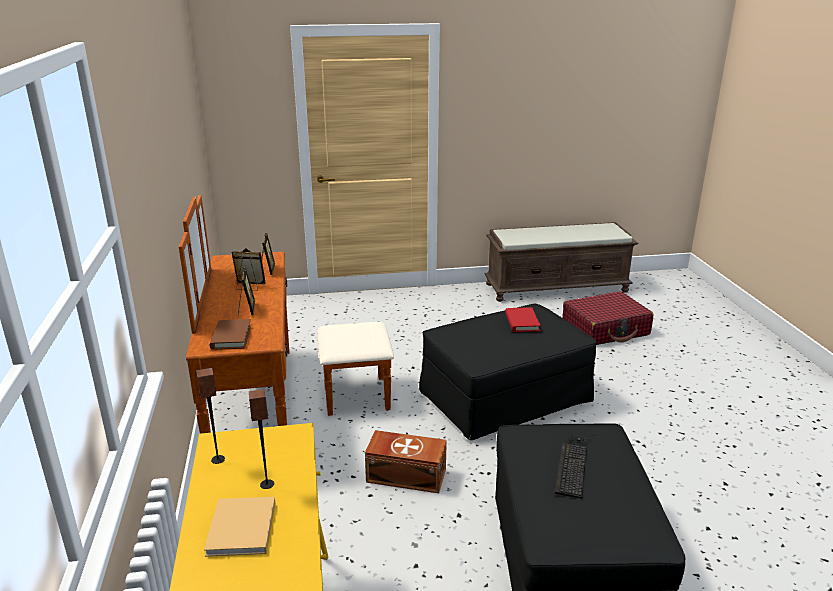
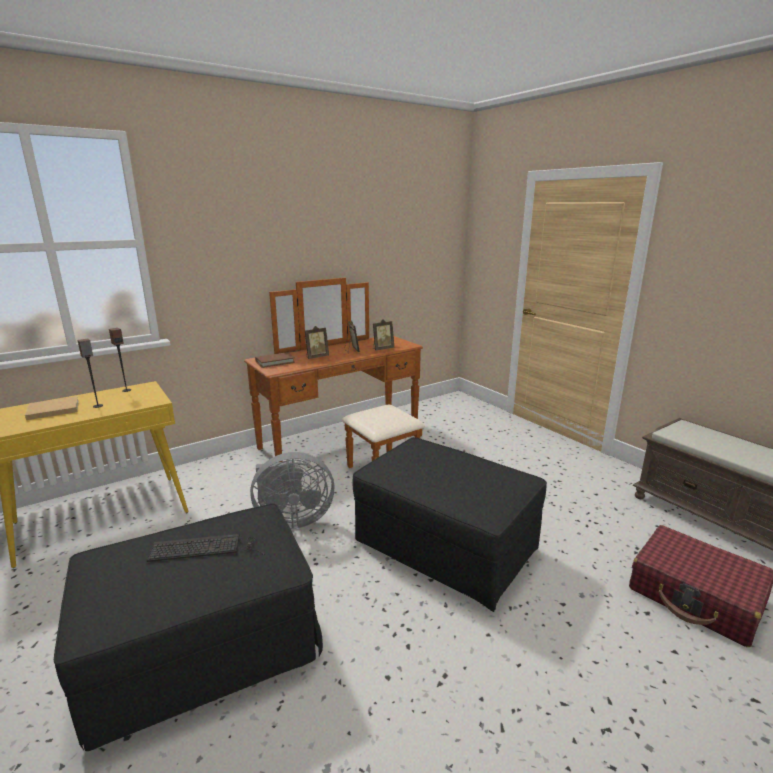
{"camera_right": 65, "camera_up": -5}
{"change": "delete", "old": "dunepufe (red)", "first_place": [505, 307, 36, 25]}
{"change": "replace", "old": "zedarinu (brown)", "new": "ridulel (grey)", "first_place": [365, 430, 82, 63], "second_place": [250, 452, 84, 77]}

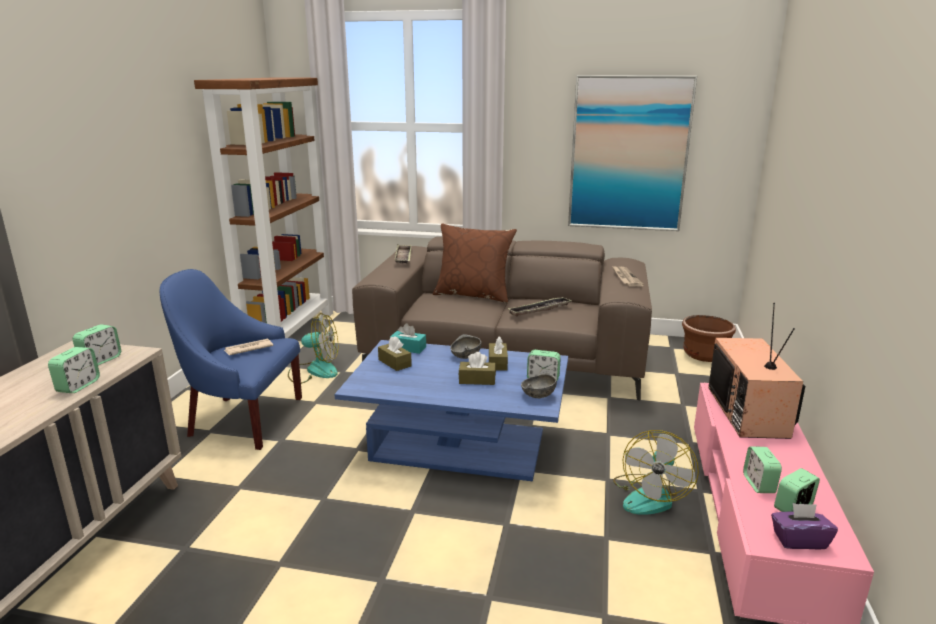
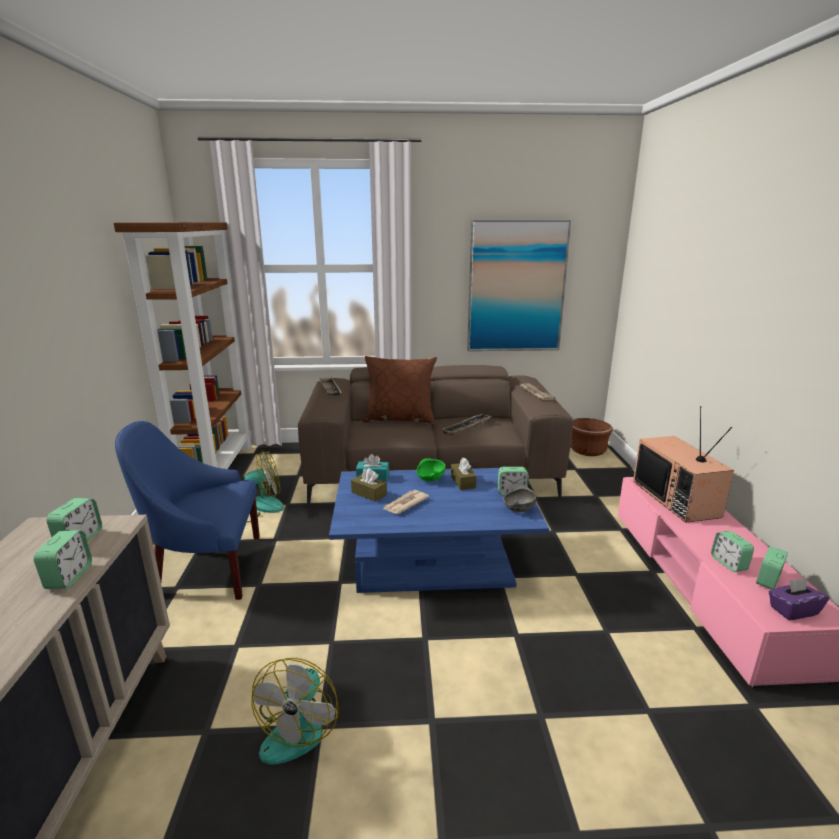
{"camera_right": -15, "camera_up": 0}
{"change": "recolor", "old": "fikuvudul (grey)", "new": "fikuvudul (green)", "first_place": [450, 334, 32, 25], "second_place": [416, 458, 29, 24]}
{"change": "move", "old": "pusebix", "first_place": [224, 339, 49, 16], "second_place": [383, 490, 47, 24]}
{"change": "delete", "old": "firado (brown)", "first_place": [459, 352, 37, 33]}
{"change": "move", "old": "ridulel", "first_place": [613, 430, 86, 85], "second_place": [252, 658, 87, 107]}

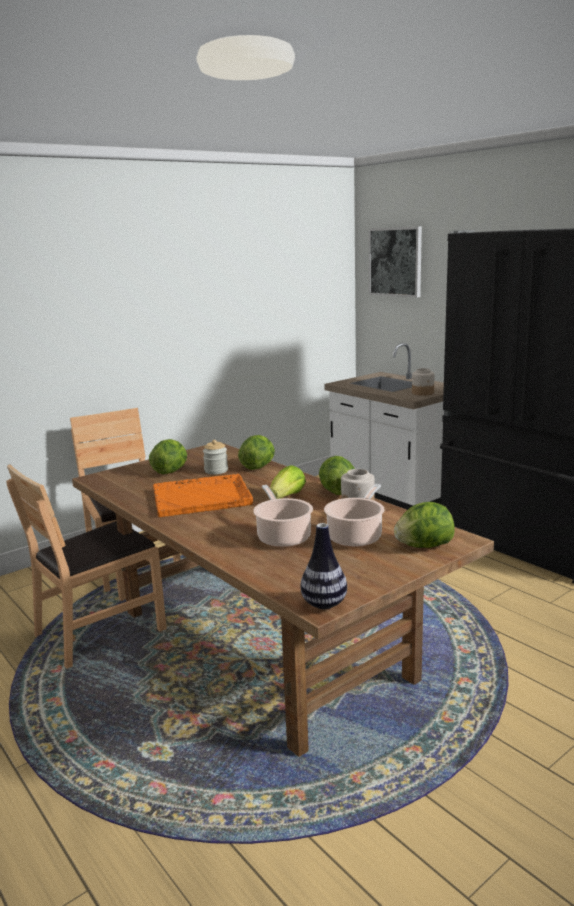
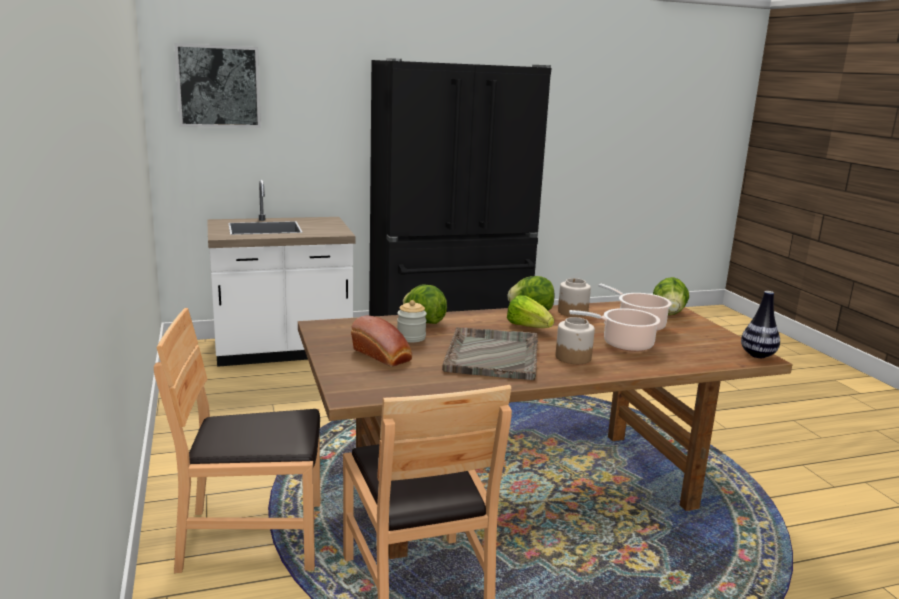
{"camera_right": -70, "camera_up": 0}
{"change": "move", "old": "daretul", "first_place": [412, 368, 23, 28], "second_place": [556, 317, 39, 47]}
{"change": "replace", "old": "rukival", "new": "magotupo", "first_place": [149, 439, 38, 35], "second_place": [351, 315, 61, 52]}
{"change": "recolor", "old": "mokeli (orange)", "new": "mokeli (grey)", "first_place": [153, 474, 100, 43], "second_place": [442, 327, 96, 53]}

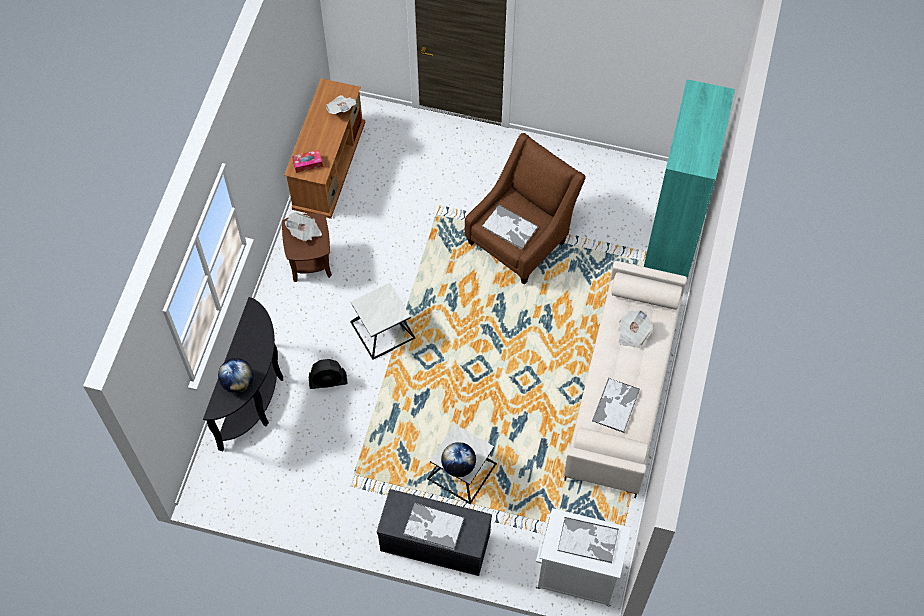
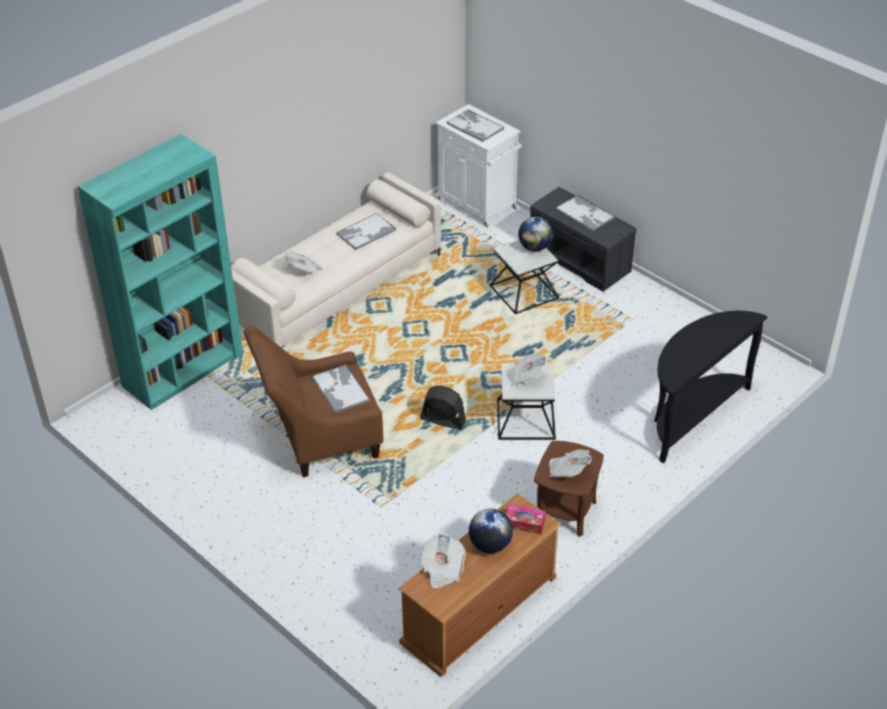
{"camera_right": -150, "camera_up": -20}
{"change": "move", "old": "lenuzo", "first_place": [218, 358, 35, 35], "second_place": [469, 509, 44, 44]}
{"change": "move", "old": "ridulel (black)", "first_place": [309, 359, 39, 30], "second_place": [420, 385, 46, 45]}
{"change": "insert", "new": "pusebix", "second_place": [505, 352, 42, 33]}

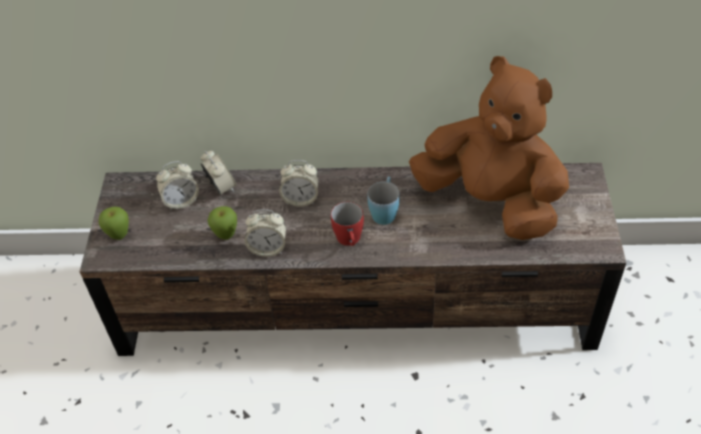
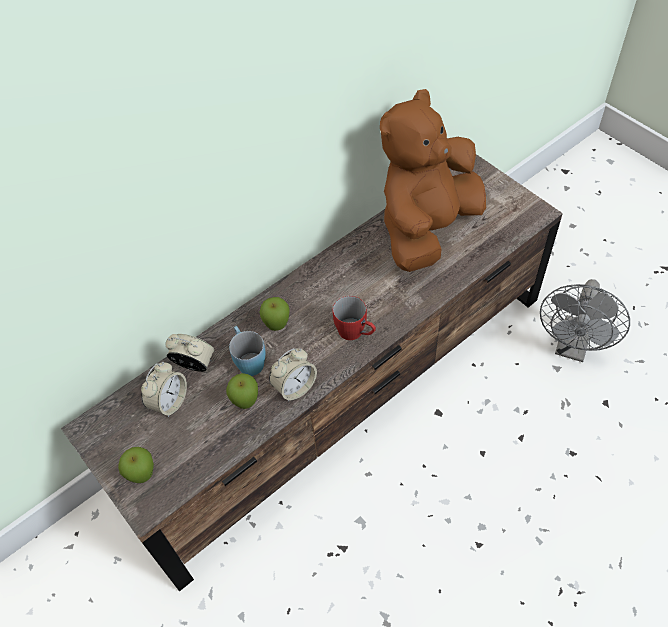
{"camera_right": -40, "camera_up": 5}
{"change": "rotate", "old": "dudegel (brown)", "first_place": [409, 56, 160, 184], "second_place": [380, 89, 106, 183], "degrees": -45}
{"change": "replace", "old": "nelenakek", "new": "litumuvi", "first_place": [279, 160, 40, 47], "second_place": [259, 297, 31, 34]}
{"change": "move", "old": "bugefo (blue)", "first_place": [367, 177, 33, 48], "second_place": [229, 326, 37, 50]}
{"change": "insert", "new": "ridulel (grey)", "second_place": [540, 279, 90, 83]}

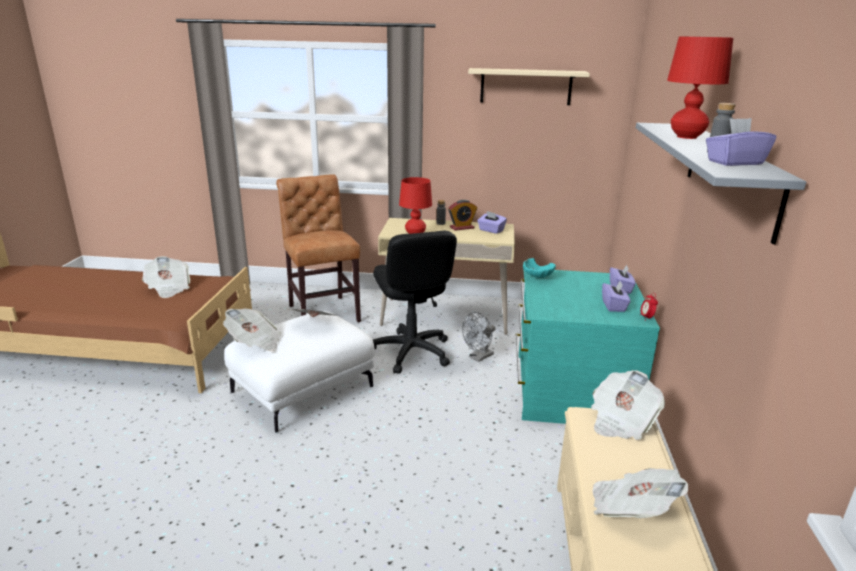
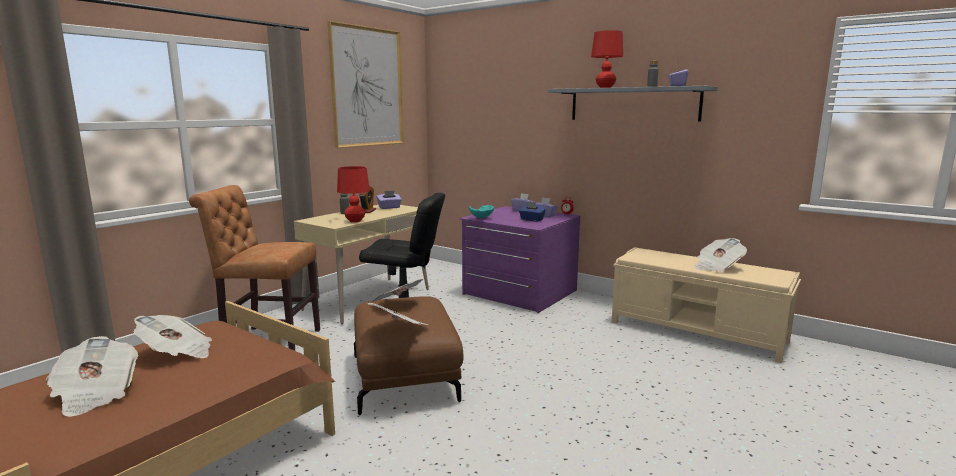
{"camera_right": -60, "camera_up": -10}
{"change": "replace", "old": "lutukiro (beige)", "new": "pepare", "first_place": [468, 68, 122, 37], "second_place": [328, 21, 76, 127]}
{"change": "recolor", "old": "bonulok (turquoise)", "new": "bonulok (purple)", "first_place": [516, 269, 144, 155], "second_place": [460, 206, 120, 107]}
{"change": "recolor", "old": "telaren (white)", "new": "telaren (brown)", "first_place": [224, 311, 151, 122], "second_place": [354, 296, 110, 119]}
{"change": "delete", "old": "ridulel (grey)", "first_place": [462, 312, 34, 50]}
{"change": "move", "old": "pusebix", "first_place": [591, 370, 74, 70], "second_place": [46, 336, 92, 81]}
{"change": "insert", "new": "firado (blue)", "second_place": [519, 202, 27, 20]}

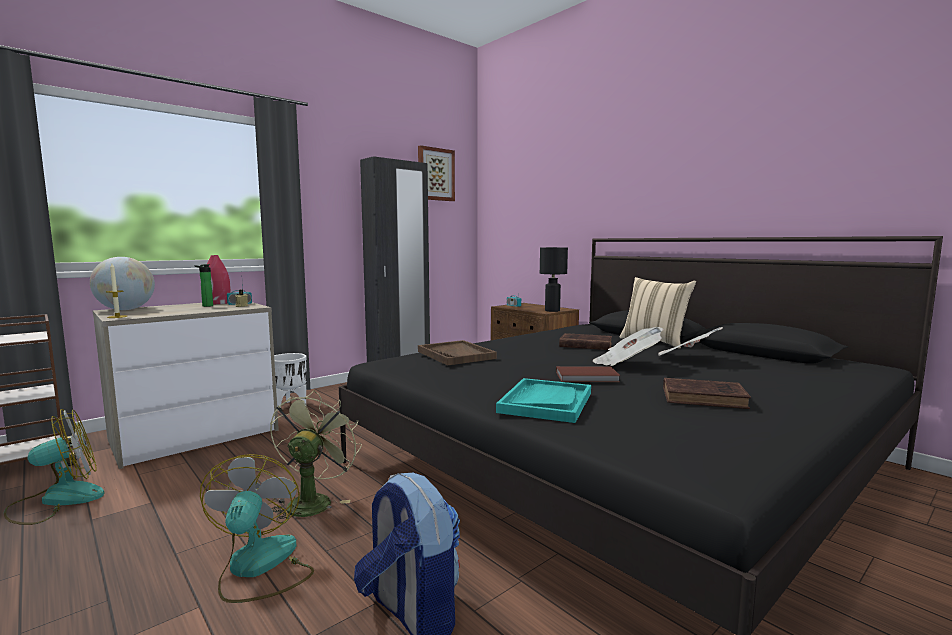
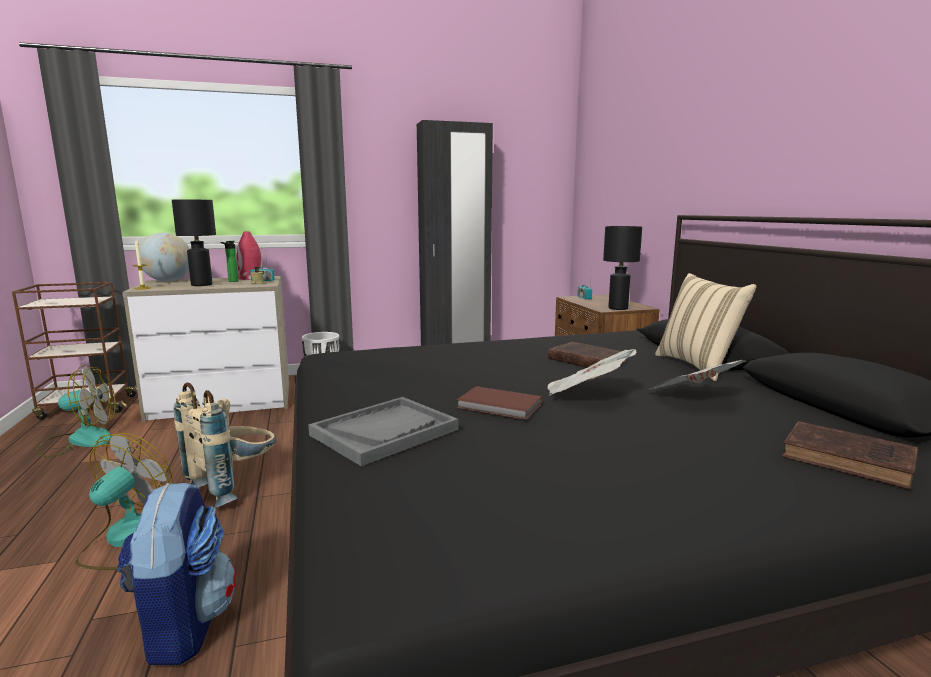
{"camera_right": 25, "camera_up": 5}
{"change": "delete", "old": "pepare", "first_place": [418, 145, 37, 56]}
{"change": "delete", "old": "mokeli (brown)", "first_place": [418, 340, 79, 26]}
{"change": "recolor", "old": "mokeli (turquoise)", "new": "mokeli (grey)", "first_place": [496, 378, 95, 45], "second_place": [308, 397, 150, 69]}
{"change": "move", "old": "dunepufe (brown)", "first_place": [663, 378, 88, 31], "second_place": [782, 421, 136, 69]}
{"change": "replace", "old": "ridulel (green)", "new": "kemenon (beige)", "first_place": [270, 390, 92, 133], "second_place": [174, 383, 102, 125]}
{"change": "insert", "new": "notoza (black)", "second_place": [172, 200, 44, 86]}

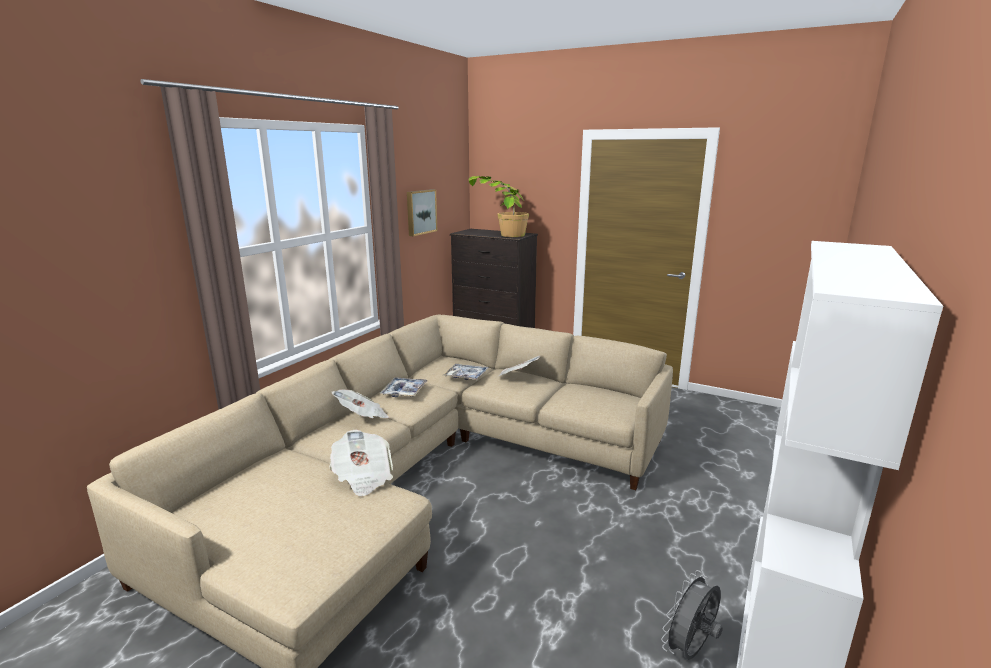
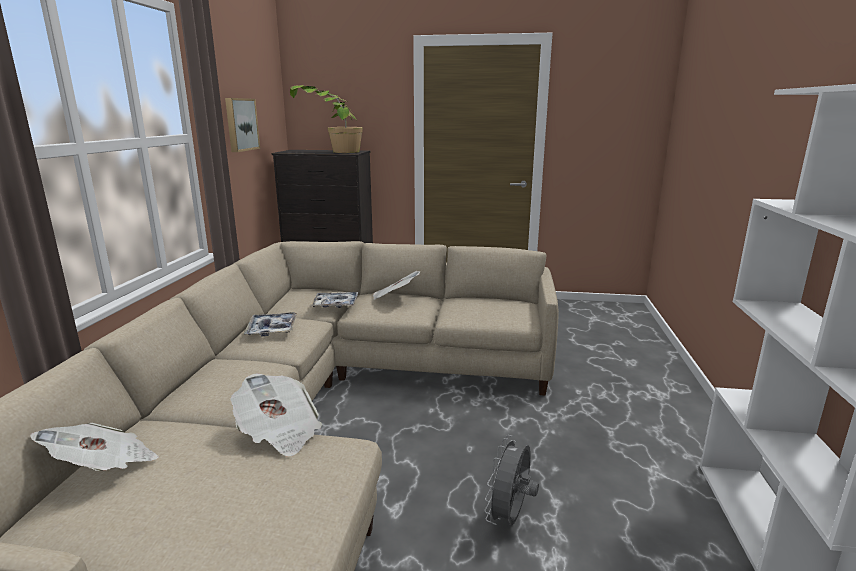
{"camera_right": -20, "camera_up": 0}
{"change": "move", "old": "pusebix", "first_place": [331, 389, 59, 29], "second_place": [30, 423, 129, 48]}
{"change": "move", "old": "ridulel (grey)", "first_place": [661, 570, 62, 90], "second_place": [485, 435, 54, 91]}

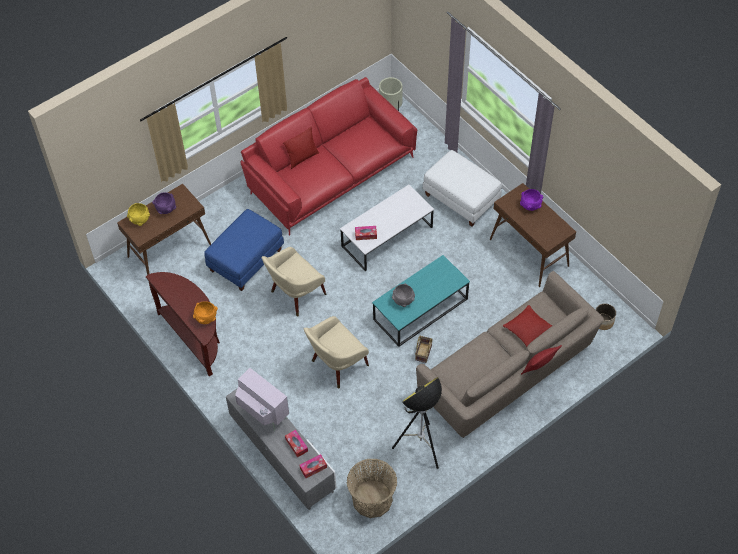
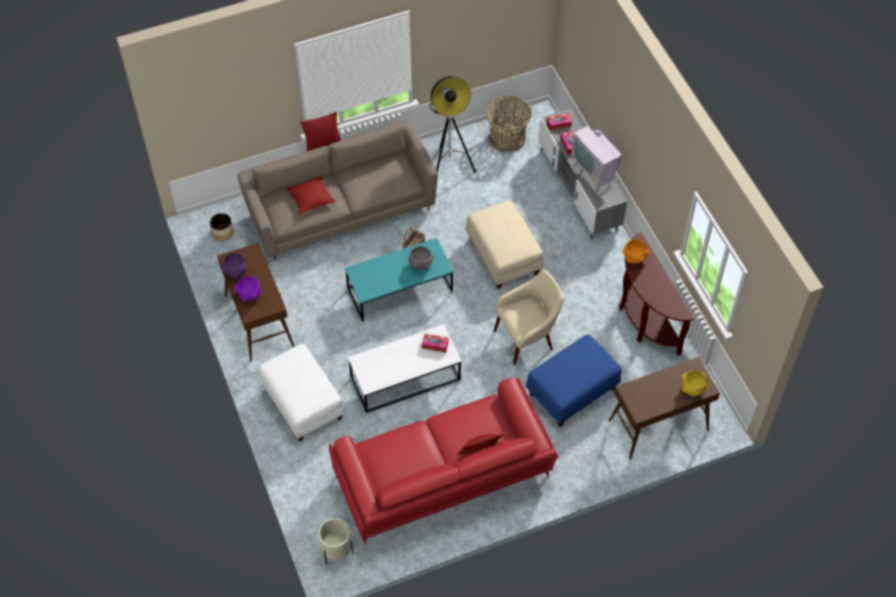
{"camera_right": -165, "camera_up": 0}
{"change": "move", "old": "fikuvudul (purple)", "first_place": [152, 192, 24, 22], "second_place": [222, 253, 25, 25]}
{"change": "replace", "old": "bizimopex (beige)", "new": "telaren (beige)", "first_place": [304, 316, 65, 73], "second_place": [466, 200, 77, 89]}

